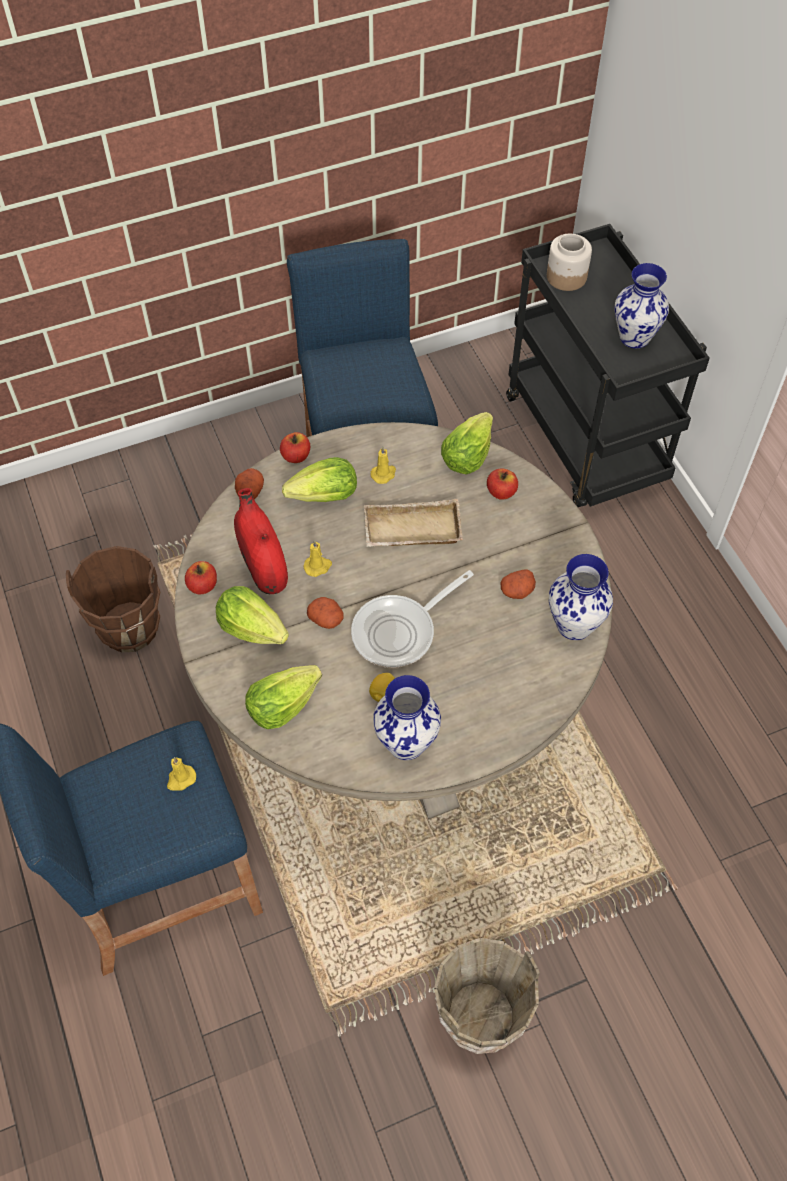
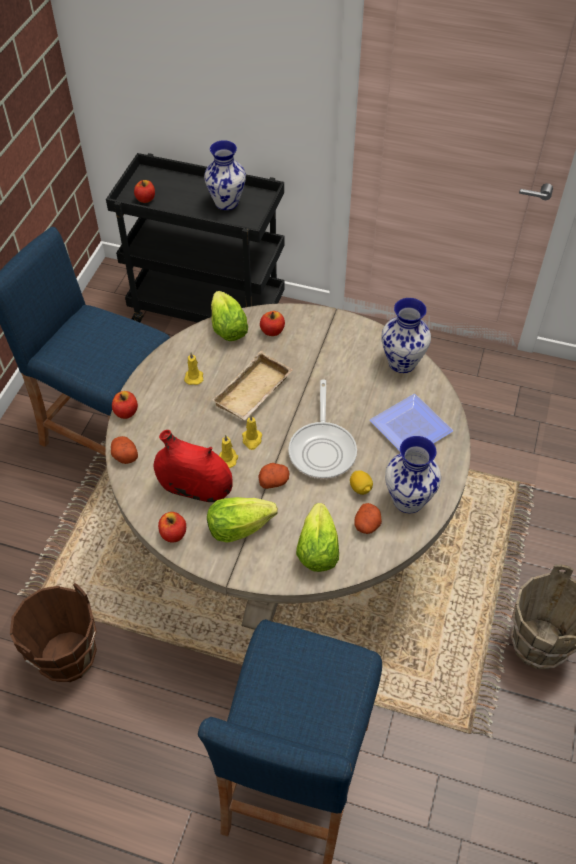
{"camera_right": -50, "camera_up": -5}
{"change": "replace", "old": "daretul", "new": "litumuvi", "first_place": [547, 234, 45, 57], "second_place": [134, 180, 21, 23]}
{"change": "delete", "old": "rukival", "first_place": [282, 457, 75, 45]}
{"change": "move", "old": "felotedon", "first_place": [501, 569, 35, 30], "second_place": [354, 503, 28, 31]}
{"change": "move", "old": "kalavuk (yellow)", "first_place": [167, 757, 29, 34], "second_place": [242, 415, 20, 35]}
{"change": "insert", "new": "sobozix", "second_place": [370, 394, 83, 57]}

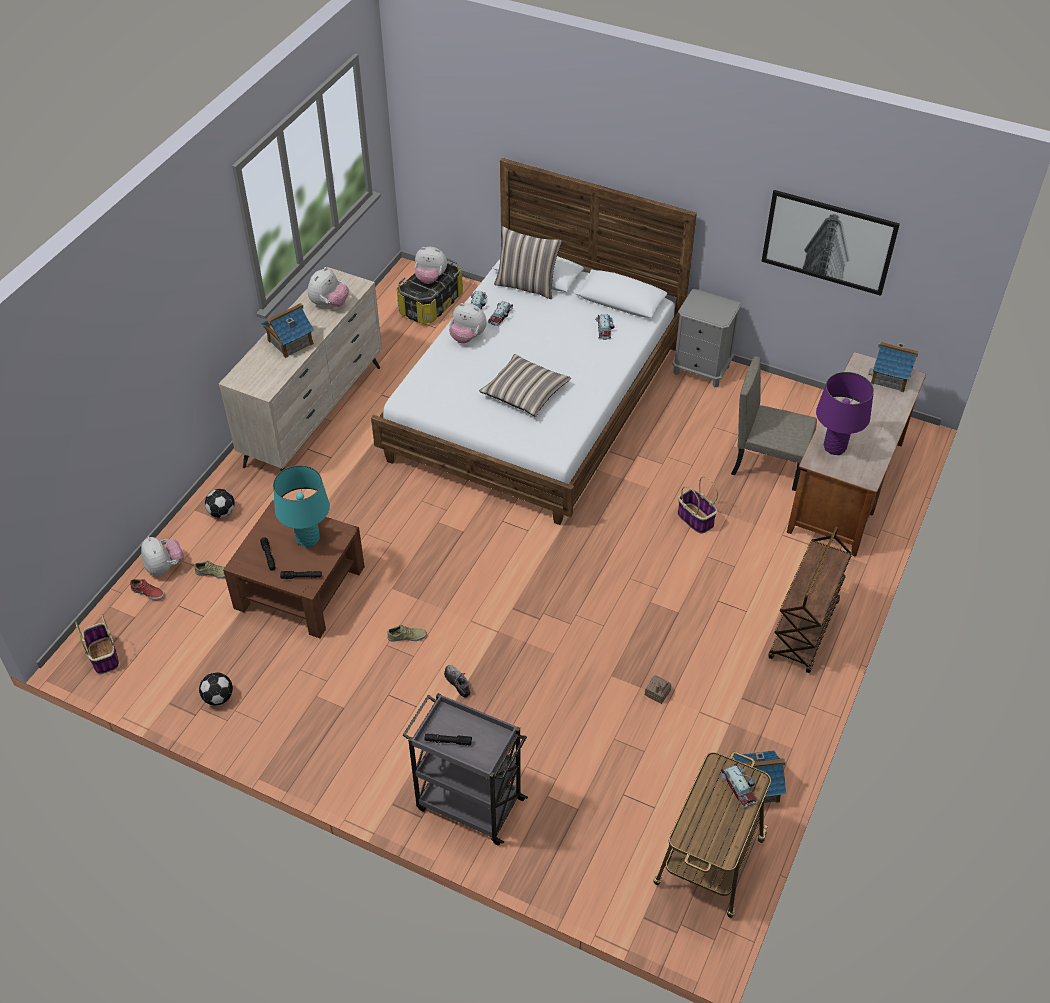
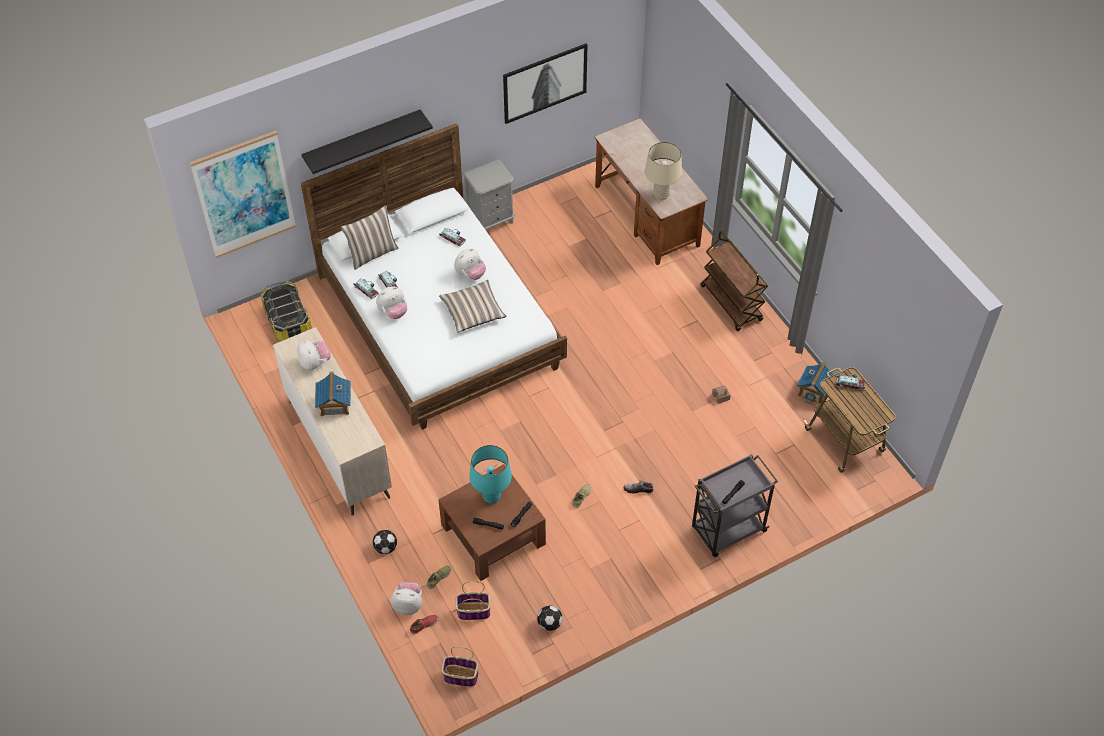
{"camera_right": -55, "camera_up": 5}
{"change": "move", "old": "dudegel", "first_place": [414, 247, 33, 37], "second_place": [454, 248, 32, 32]}
{"change": "delete", "old": "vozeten", "first_place": [868, 342, 51, 50]}
{"change": "delete", "old": "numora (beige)", "first_place": [731, 356, 86, 135]}
{"change": "recolor", "old": "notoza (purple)", "new": "notoza (beige)", "first_place": [816, 372, 58, 83], "second_place": [645, 142, 37, 58]}
{"change": "move", "old": "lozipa", "first_place": [677, 476, 41, 58], "second_place": [455, 581, 35, 39]}
{"change": "insert", "new": "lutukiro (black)", "second_place": [301, 109, 132, 65]}
{"change": "insert", "new": "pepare", "second_place": [189, 130, 107, 128]}

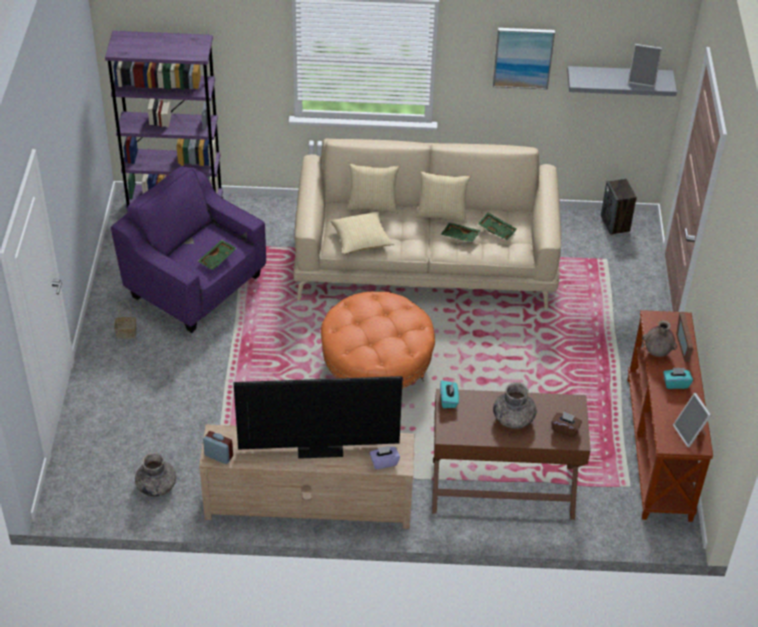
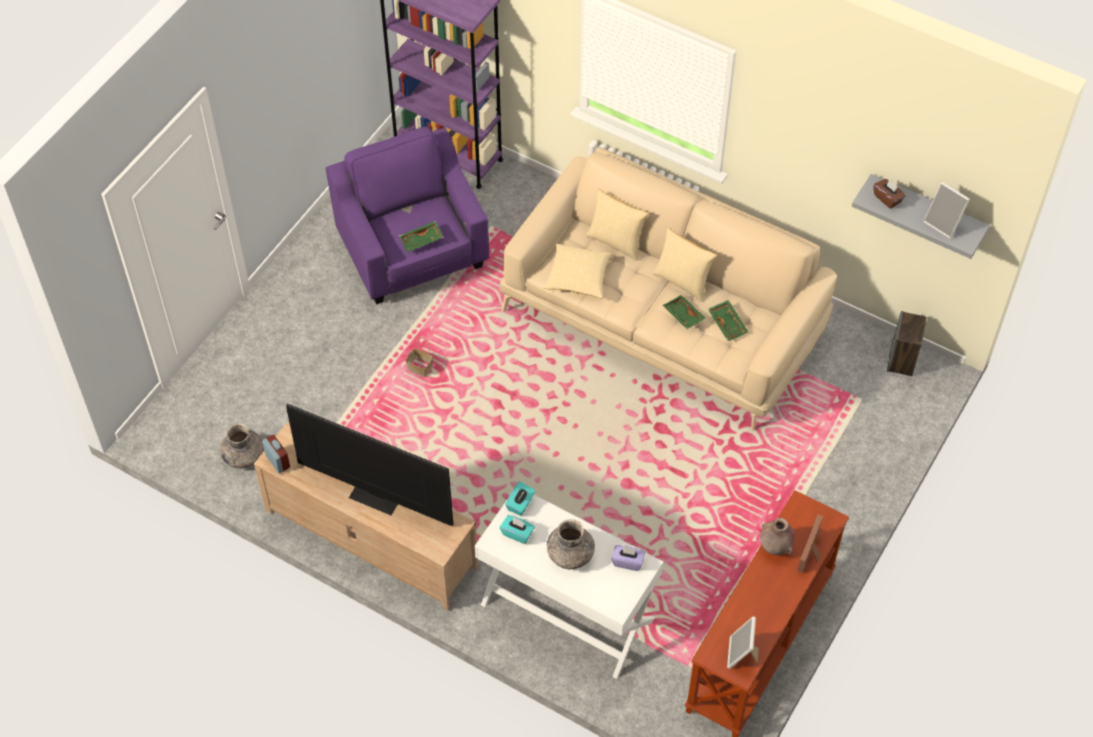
{"camera_right": 30, "camera_up": 10}
{"change": "delete", "old": "pepare", "first_place": [493, 28, 62, 62]}
{"change": "delete", "old": "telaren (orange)", "first_place": [321, 292, 114, 96]}
{"change": "move", "old": "lozipa", "first_place": [114, 300, 22, 39], "second_place": [406, 336, 27, 41]}
{"change": "move", "old": "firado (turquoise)", "first_place": [663, 368, 30, 21], "second_place": [500, 515, 35, 29]}
{"change": "recolor", "old": "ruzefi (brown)", "new": "ruzefi (white)", "first_place": [432, 389, 159, 131], "second_place": [475, 495, 188, 184]}
{"change": "move", "old": "firado (brown)", "first_place": [551, 411, 31, 26], "second_place": [873, 179, 33, 30]}
{"change": "move", "old": "firado (purple)", "first_place": [369, 446, 31, 23], "second_place": [611, 545, 34, 26]}

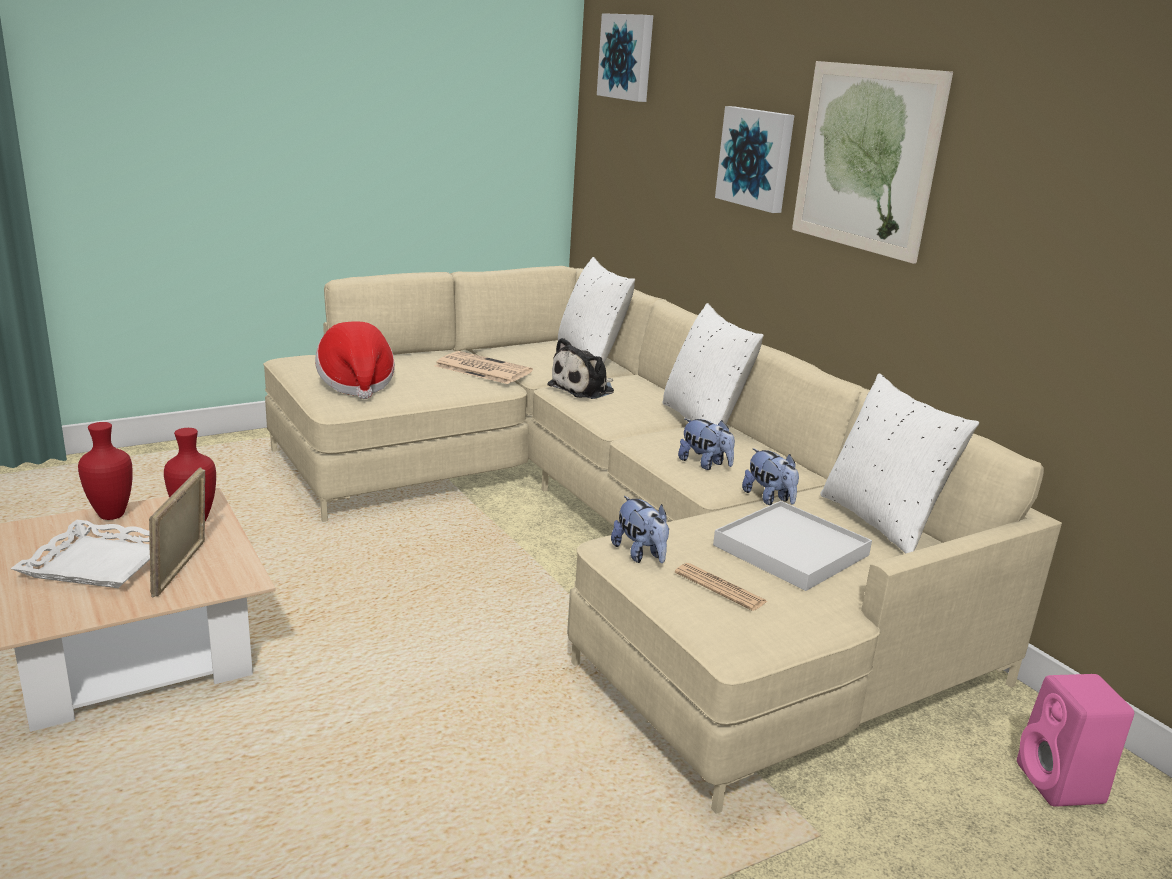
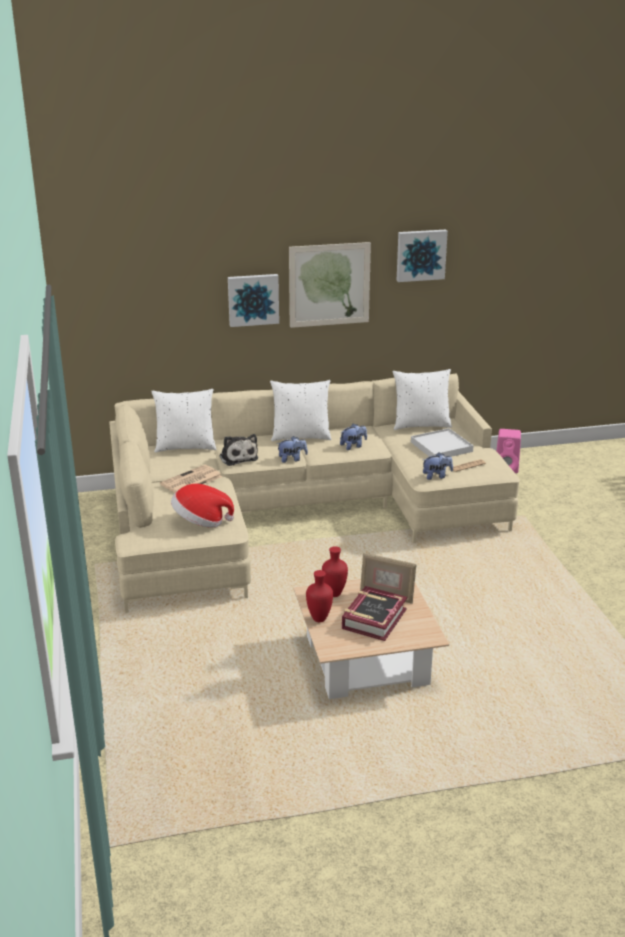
{"camera_right": -70, "camera_up": 5}
{"change": "move", "old": "pepare", "first_place": [597, 13, 56, 89], "second_place": [397, 230, 51, 52]}
{"change": "move", "old": "dudegel", "first_place": [742, 448, 57, 57], "second_place": [277, 436, 31, 27]}
{"change": "replace", "old": "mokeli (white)", "new": "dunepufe", "first_place": [10, 520, 140, 68], "second_place": [342, 586, 65, 55]}

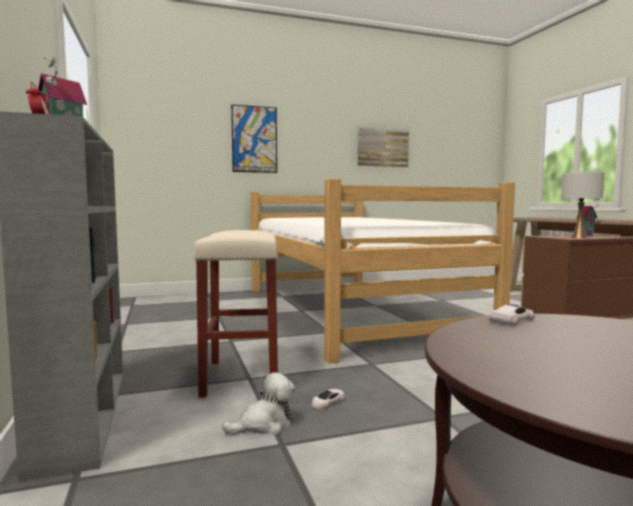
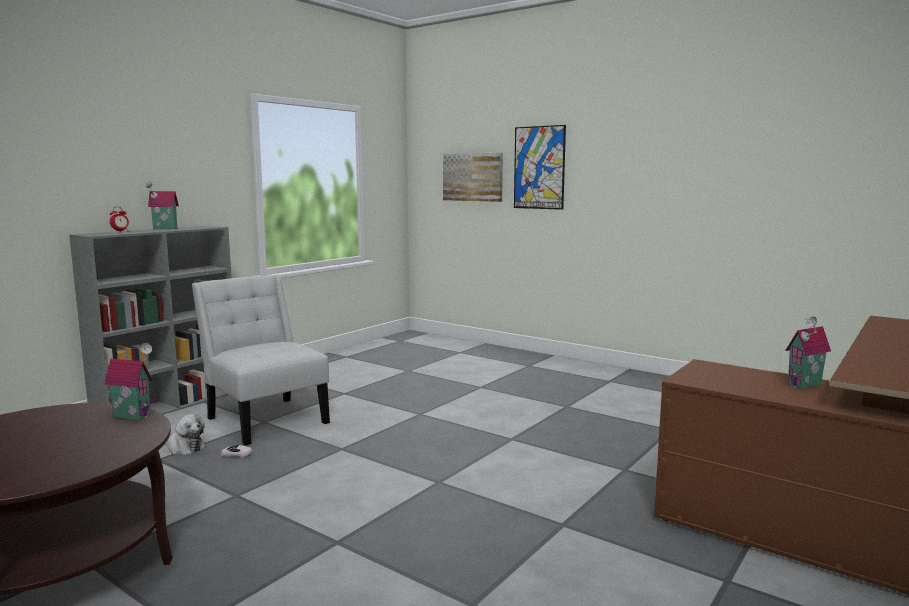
{"camera_right": 55, "camera_up": 5}
{"change": "move", "old": "pepare", "first_place": [357, 127, 52, 40], "second_place": [443, 153, 60, 49]}
{"change": "delete", "old": "notoza (white)", "first_place": [561, 172, 44, 66]}
{"change": "delete", "old": "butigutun", "first_place": [251, 178, 264, 185]}
{"change": "replace", "old": "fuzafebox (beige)", "new": "numora (white)", "first_place": [194, 230, 84, 168], "second_place": [192, 274, 138, 171]}
{"change": "replace", "old": "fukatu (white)", "new": "vozeten", "first_place": [489, 304, 46, 22], "second_place": [104, 343, 49, 77]}

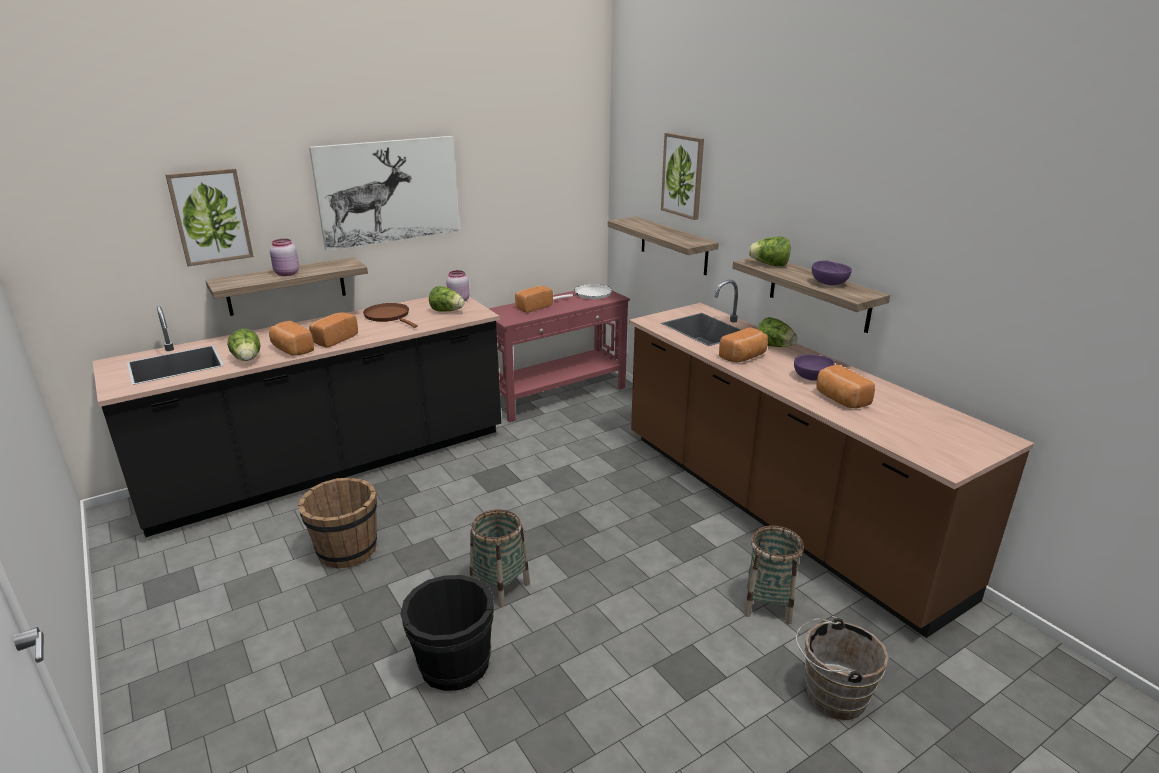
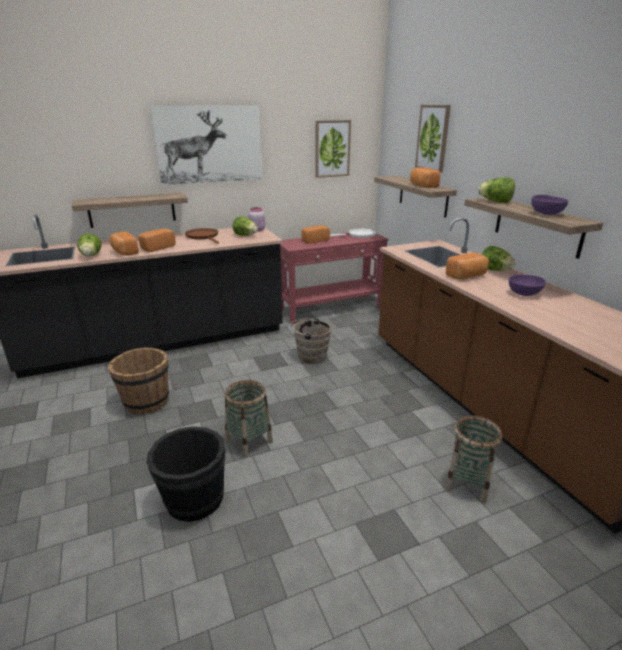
{"camera_right": 10, "camera_up": 0}
{"change": "move", "old": "pepare", "first_place": [165, 168, 89, 98], "second_place": [315, 120, 36, 58]}
{"change": "delete", "old": "daretul (pink)", "first_place": [270, 239, 29, 37]}
{"change": "move", "old": "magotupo", "first_place": [817, 365, 58, 43], "second_place": [410, 167, 30, 21]}
{"change": "move", "old": "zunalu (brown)", "first_place": [796, 616, 93, 104], "second_place": [289, 318, 43, 46]}

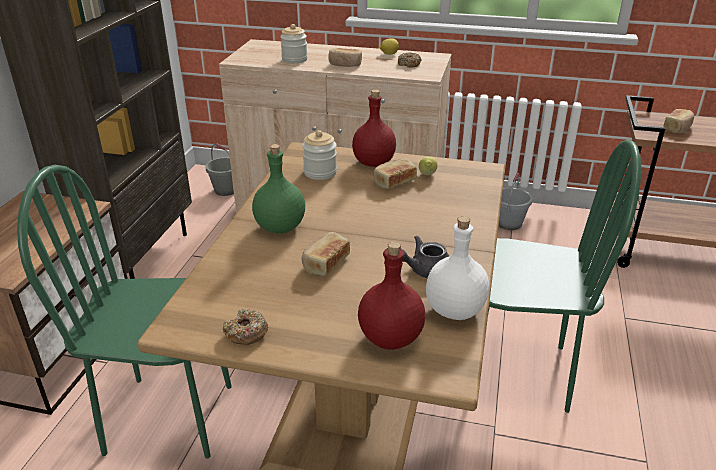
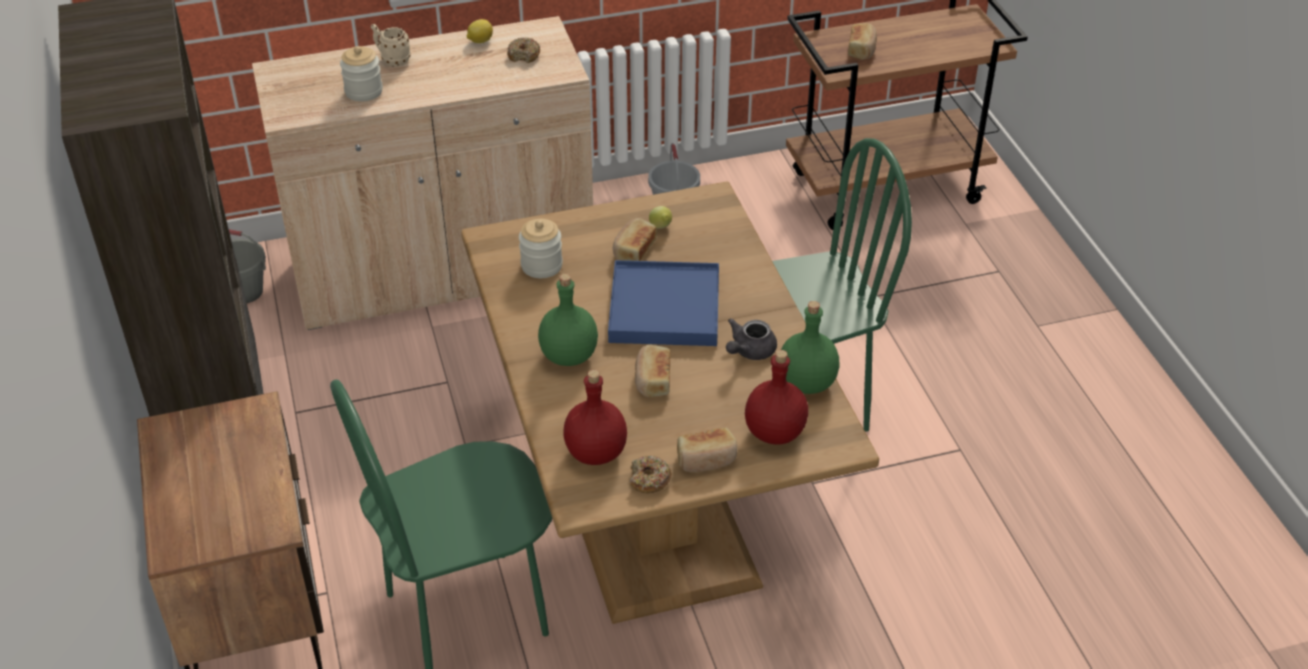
{"camera_right": -30, "camera_up": 10}
{"change": "move", "old": "magotupo", "first_place": [328, 48, 34, 19], "second_place": [677, 428, 60, 44]}
{"change": "move", "old": "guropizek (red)", "first_place": [352, 90, 44, 77], "second_place": [563, 370, 64, 95]}
{"change": "recolor", "old": "guropizek (white)", "new": "guropizek (green)", "first_place": [426, 216, 63, 104], "second_place": [781, 301, 58, 93]}
{"change": "insert", "new": "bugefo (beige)", "second_place": [371, 24, 39, 42]}
{"change": "insert", "new": "mokeli (blue)", "second_place": [608, 260, 111, 86]}

